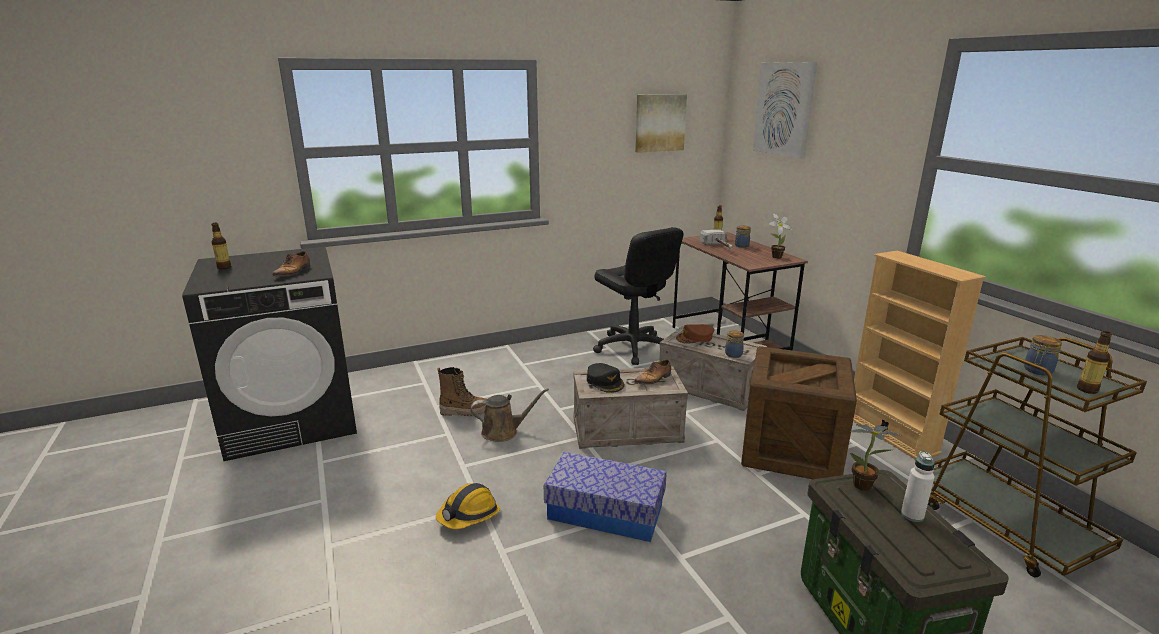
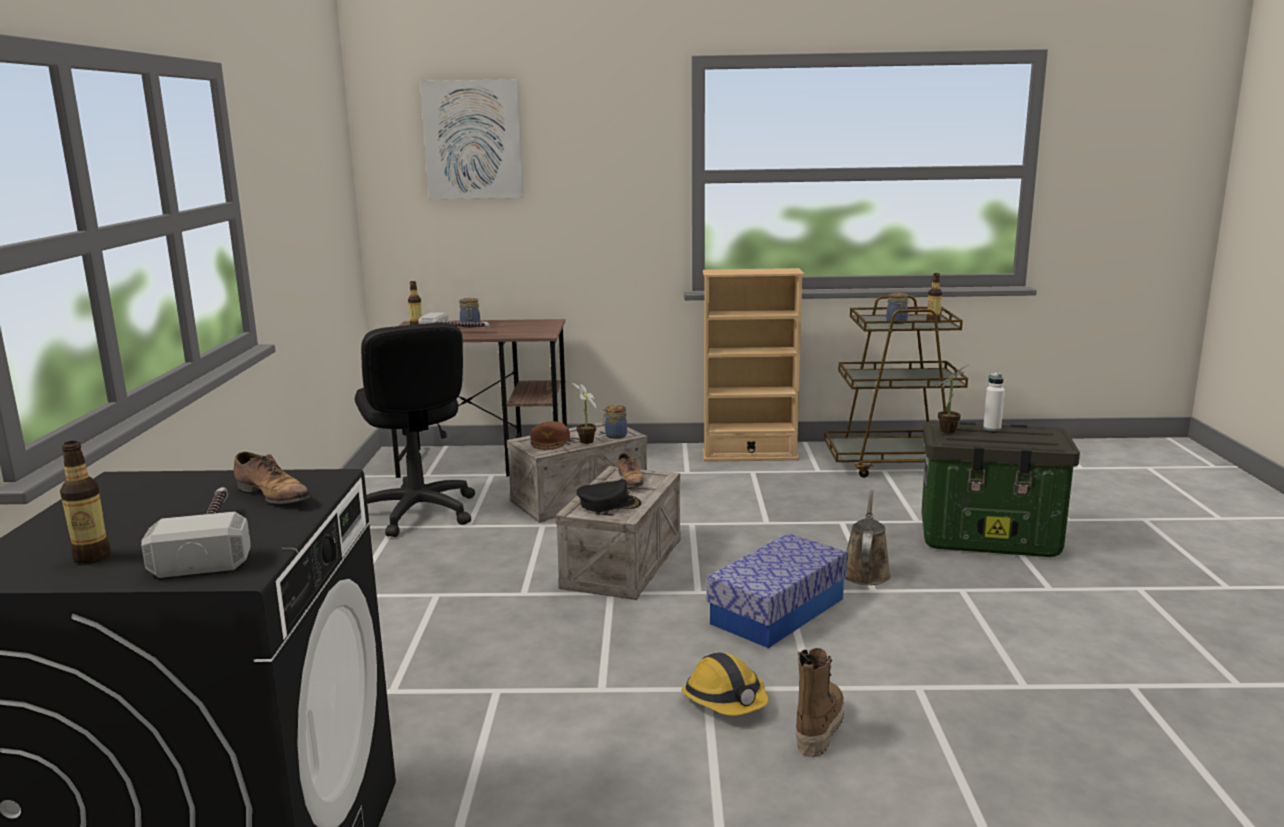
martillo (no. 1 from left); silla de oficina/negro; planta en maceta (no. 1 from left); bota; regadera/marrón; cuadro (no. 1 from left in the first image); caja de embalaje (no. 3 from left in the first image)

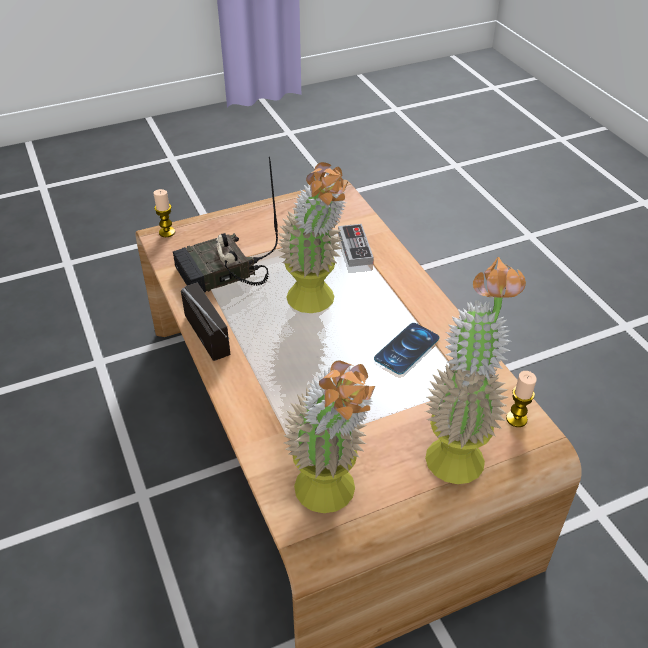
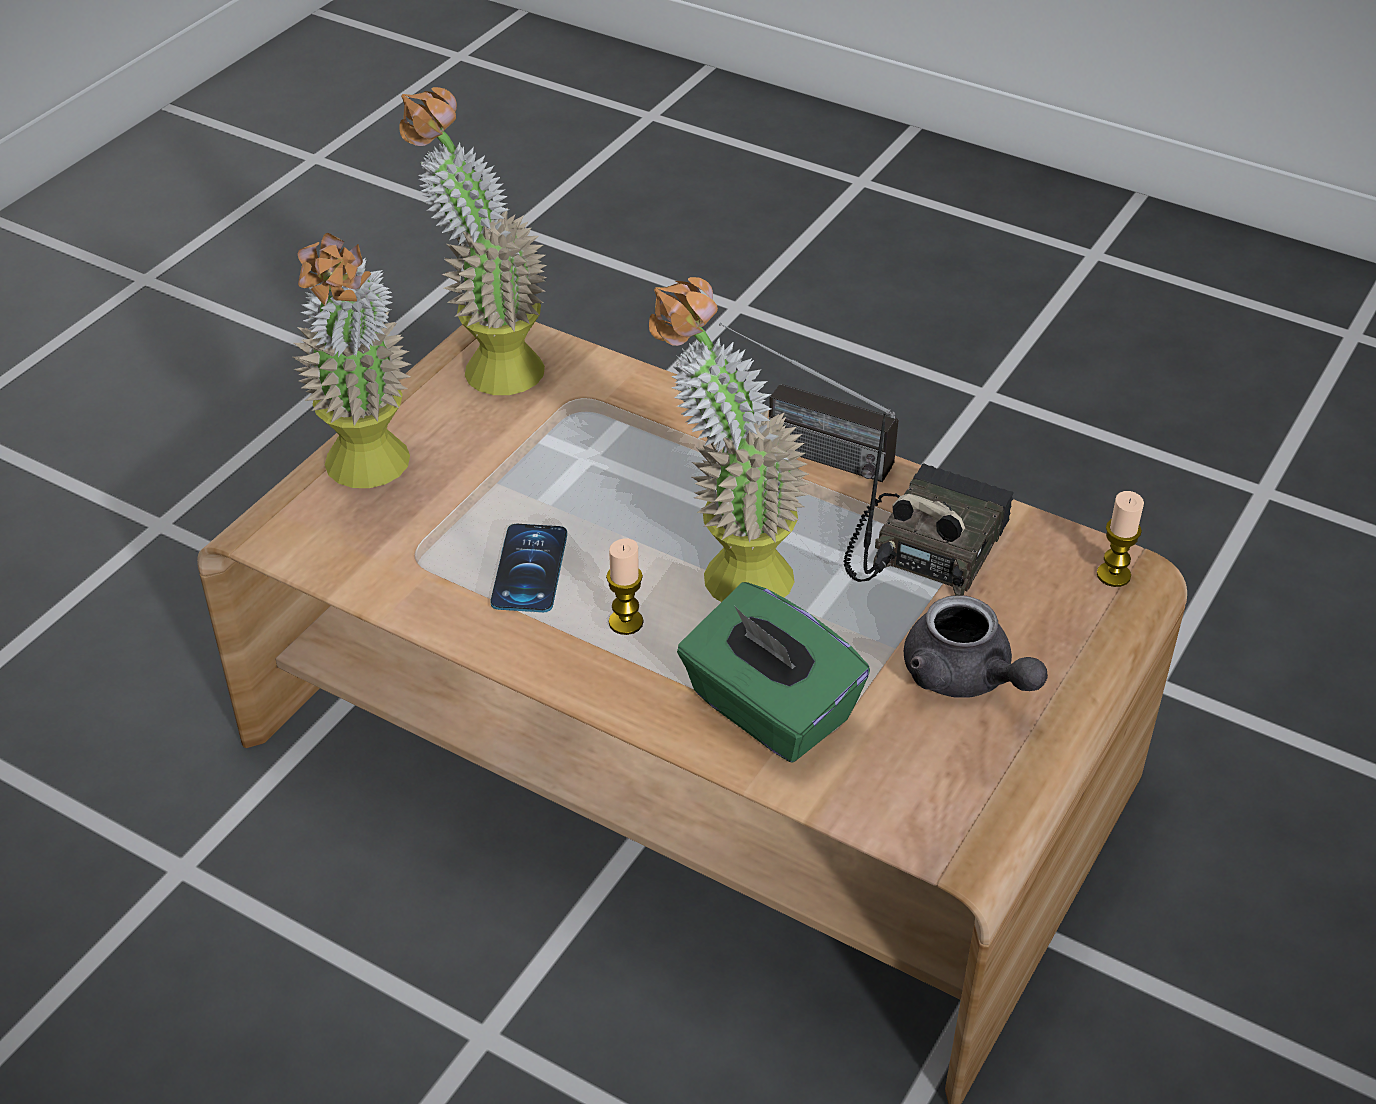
vela (no. 1 from left); caja de pañuelos/verde; tetera/gris

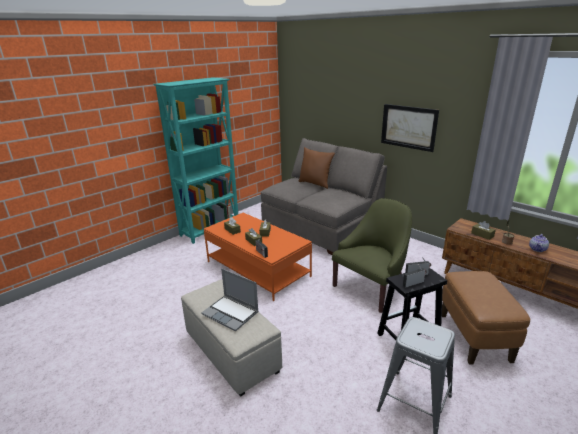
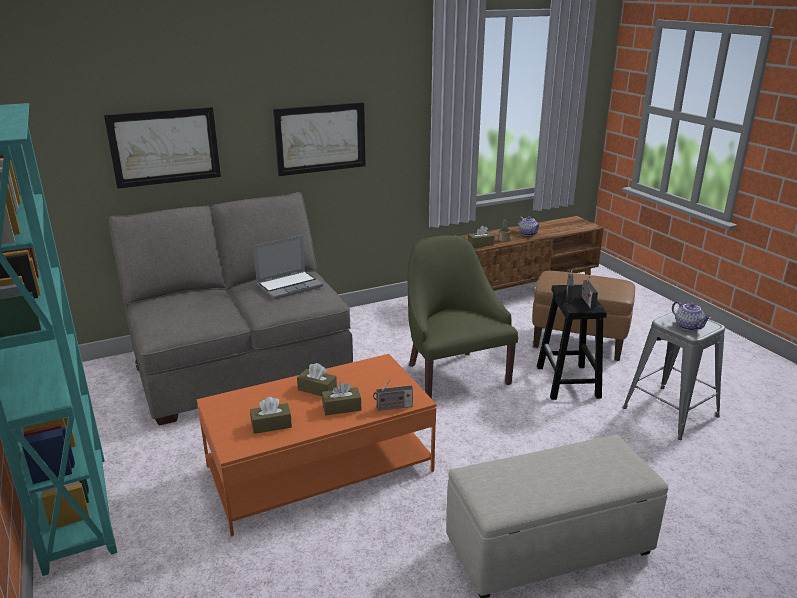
cuadro (no. 1 from left); portátil; tetera (no. 2 from left); cojín/marrón

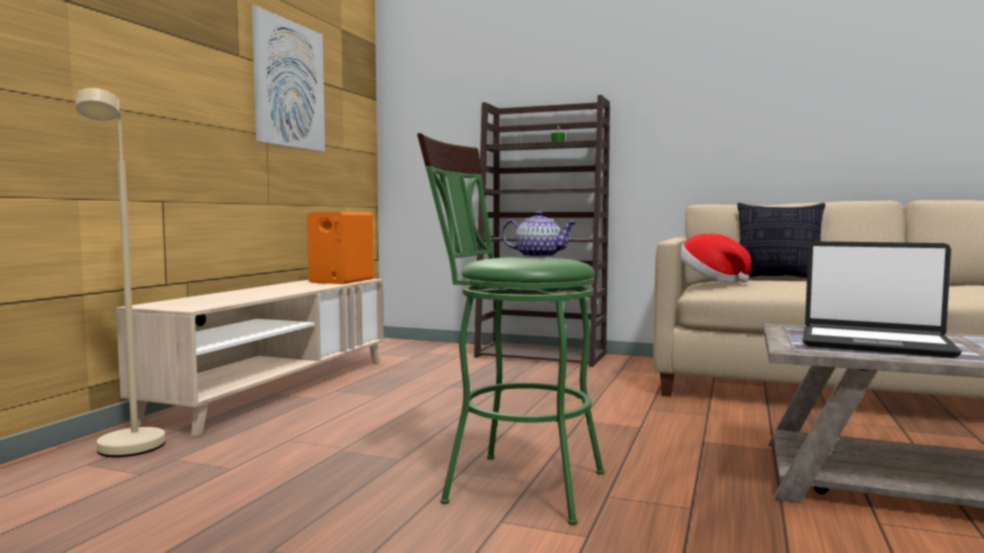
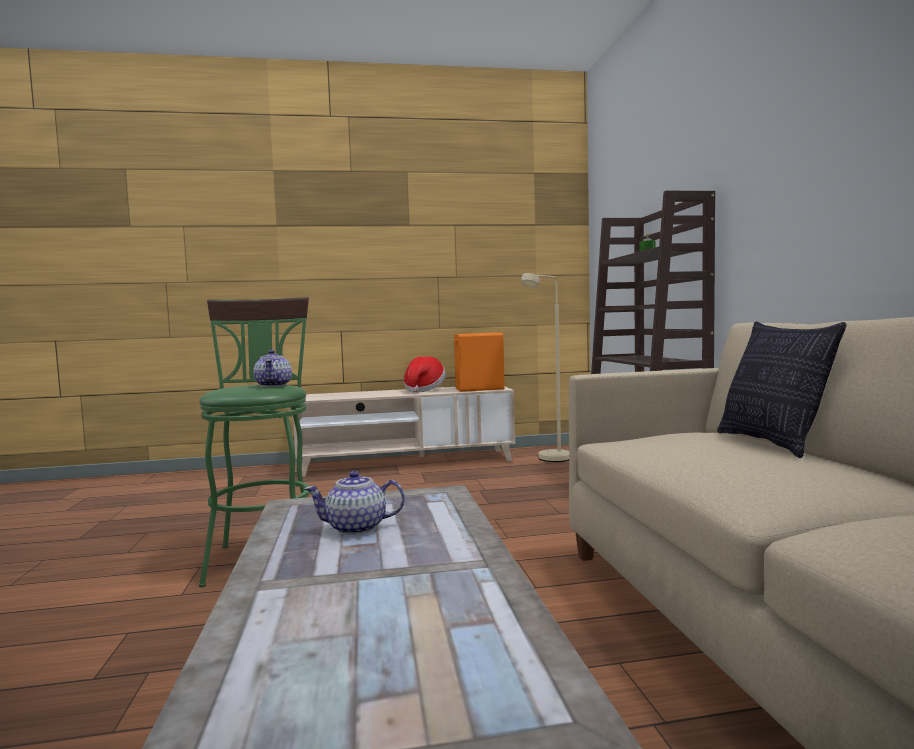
tetera (no. 2 from left); sombrero; lámpara de pie/beis; cuadro

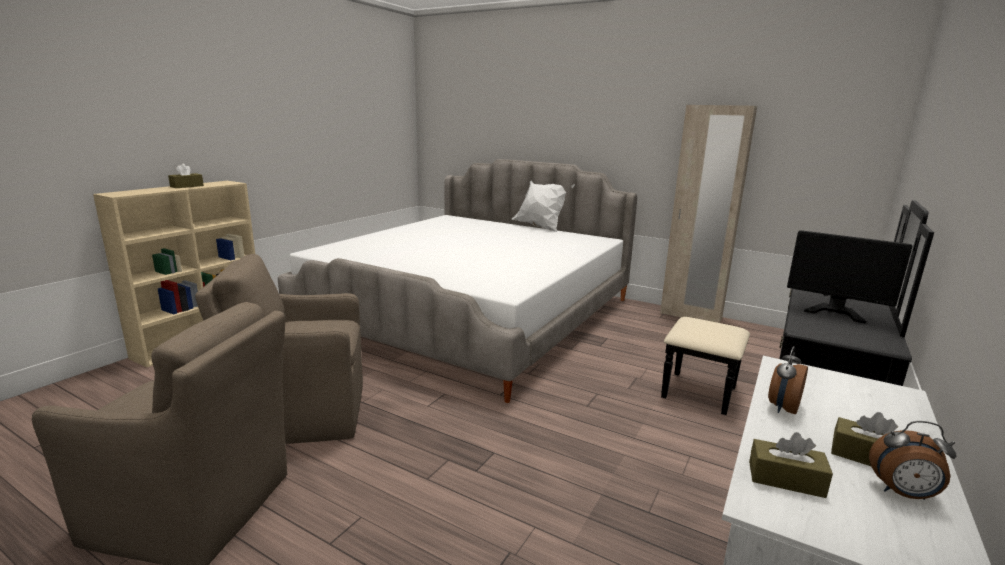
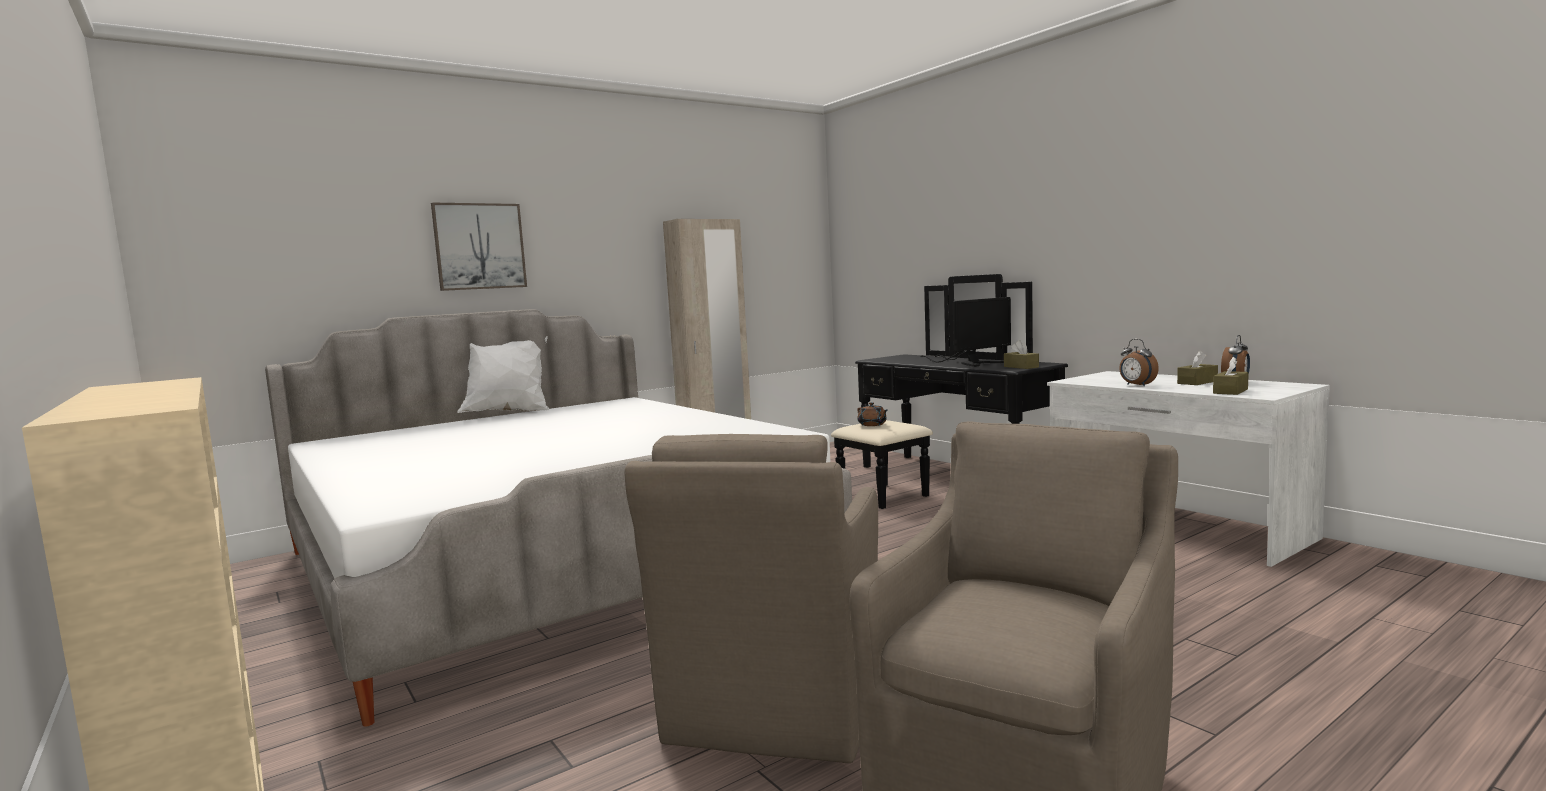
cuadro; tetera/marrón; caja de pañuelos/marrón (no. 1 from left)

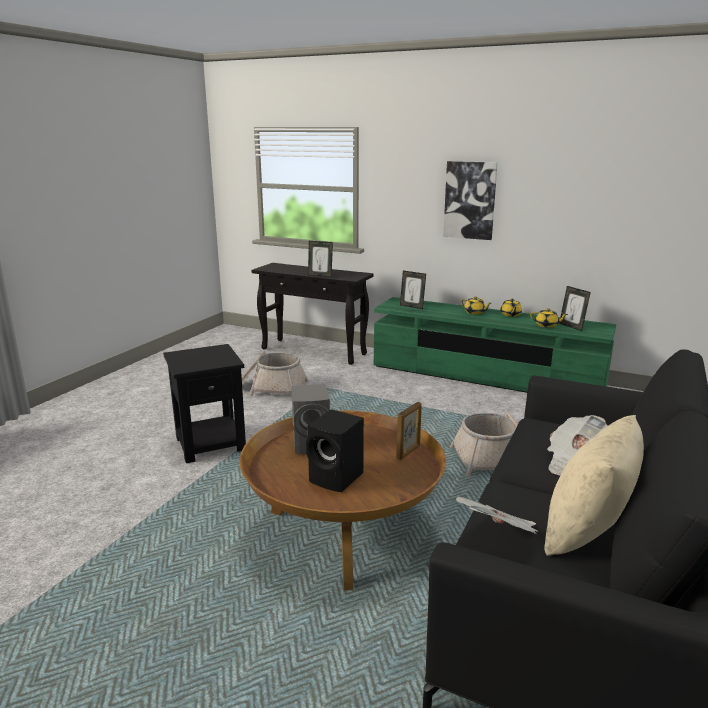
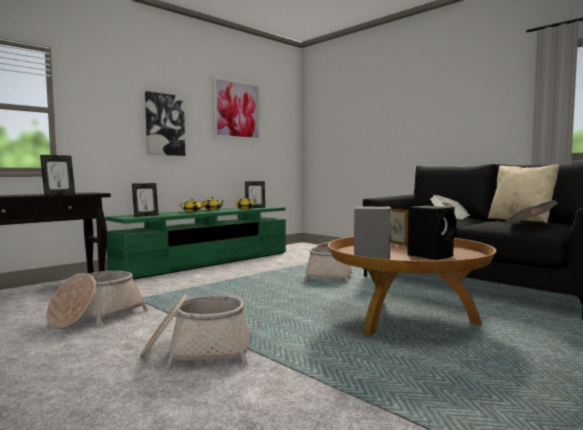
cesta (no. 2 from left); cuadro (no. 2 from left)

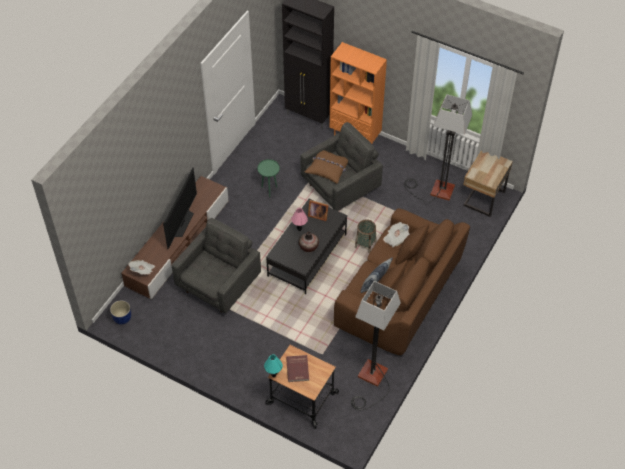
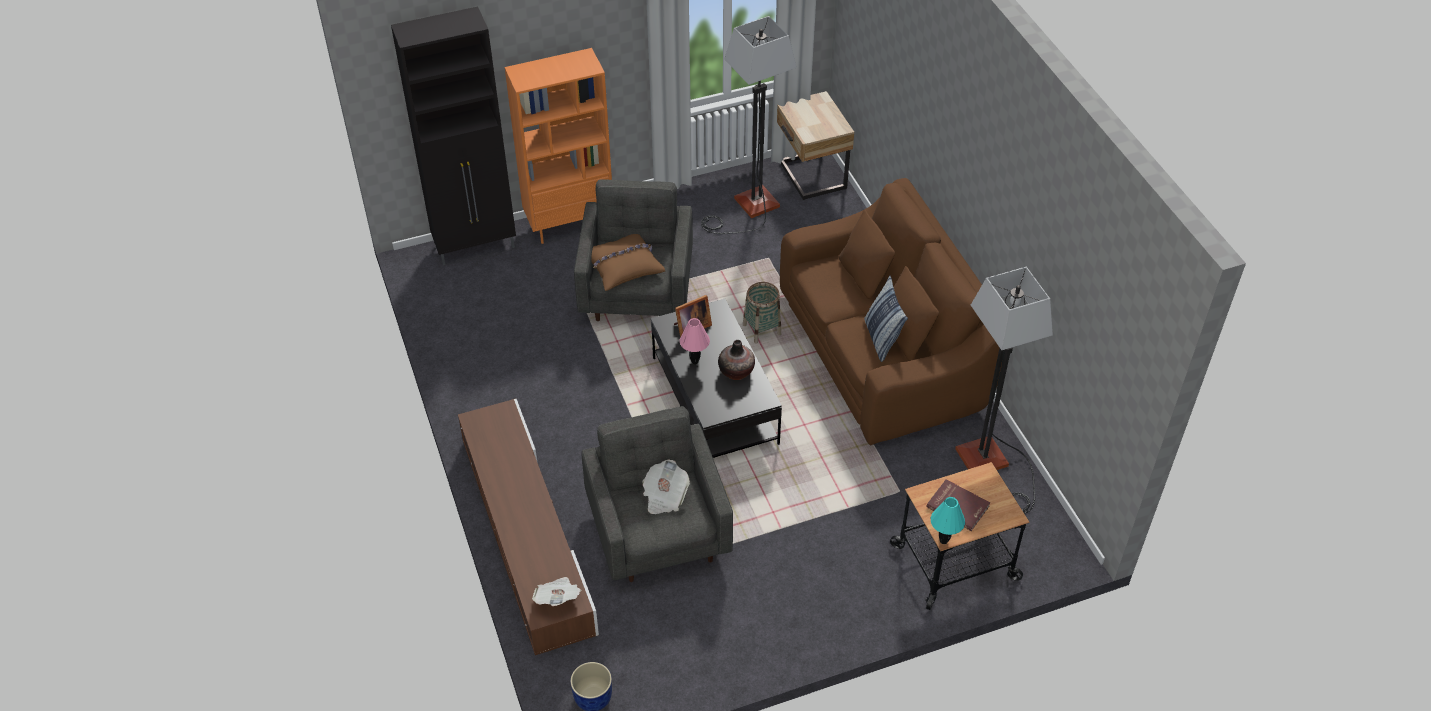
periódico (no. 2 from left); televisor; mesa auxiliar/verde

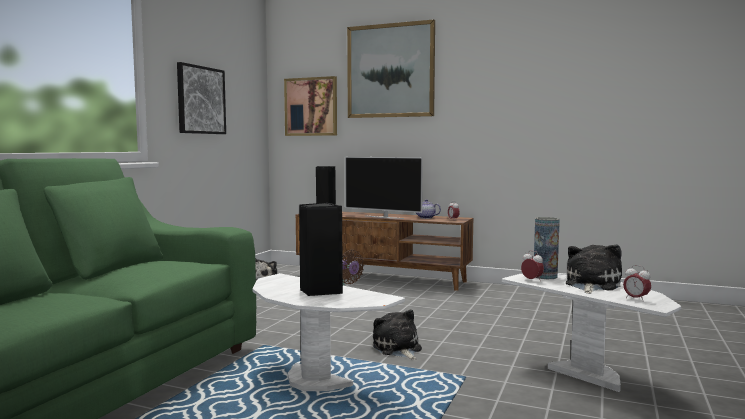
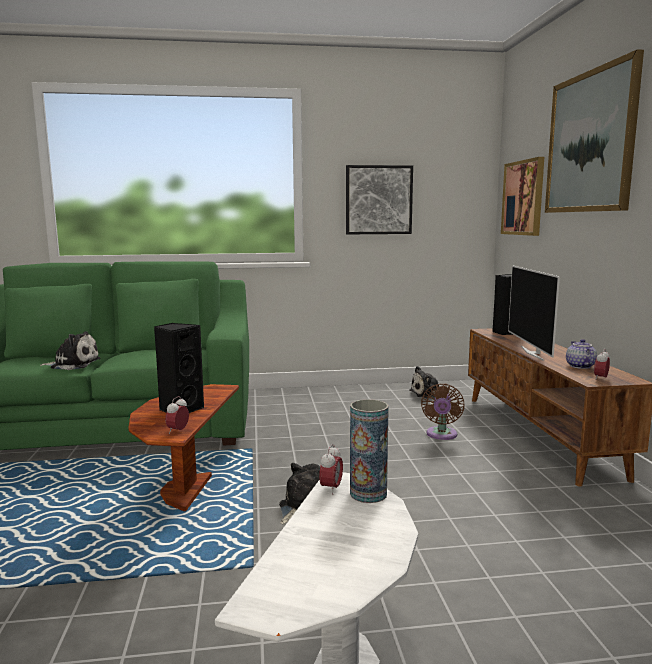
peluche (no. 1 from left); mesa auxiliar/marrón; despertador (no. 1 from left)

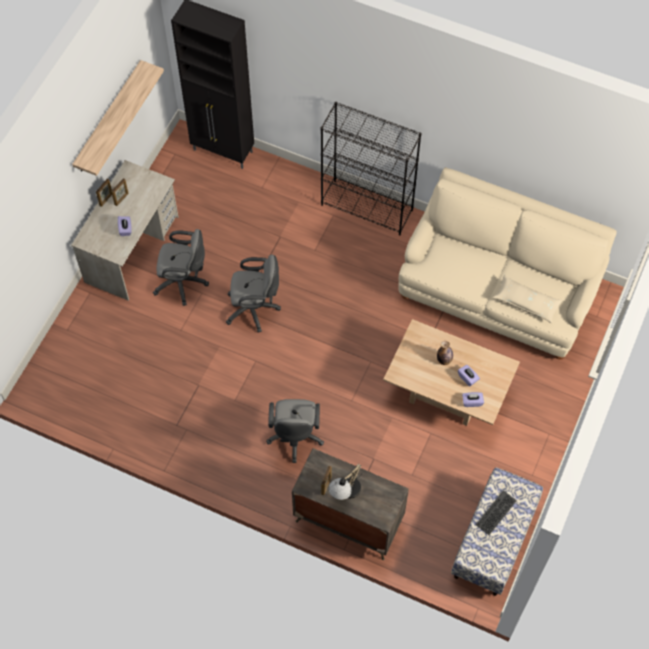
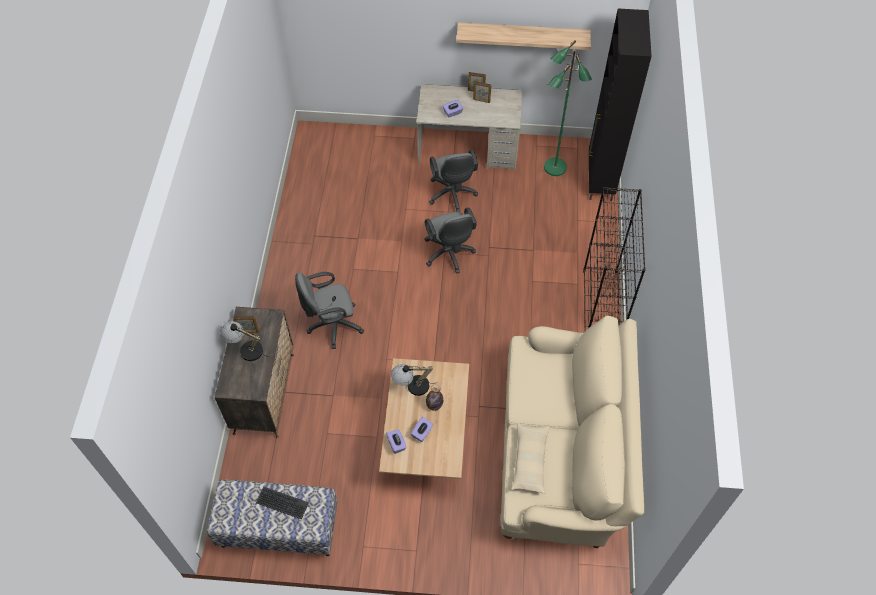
lámpara de mesa (no. 2 from left); lámpara de pie/verde

